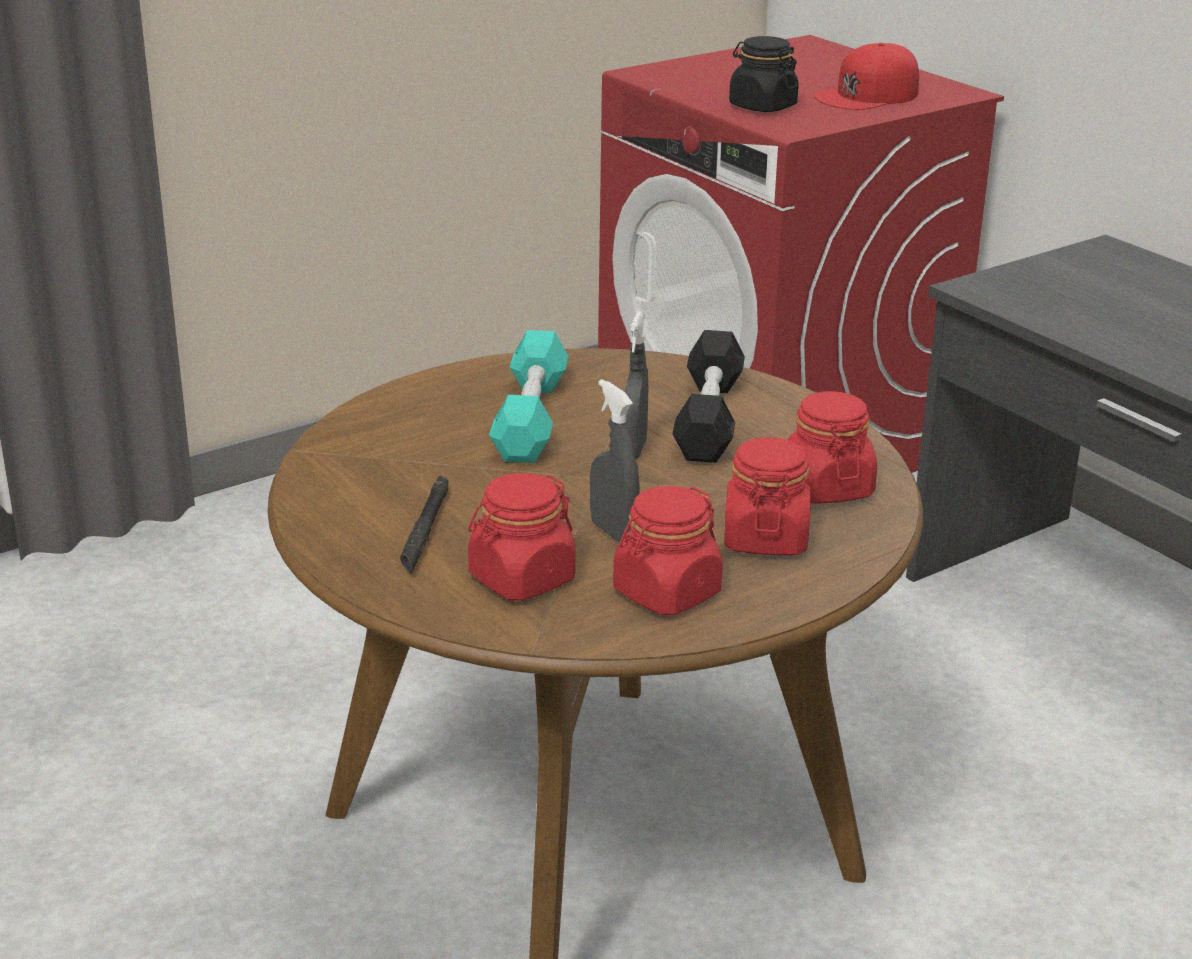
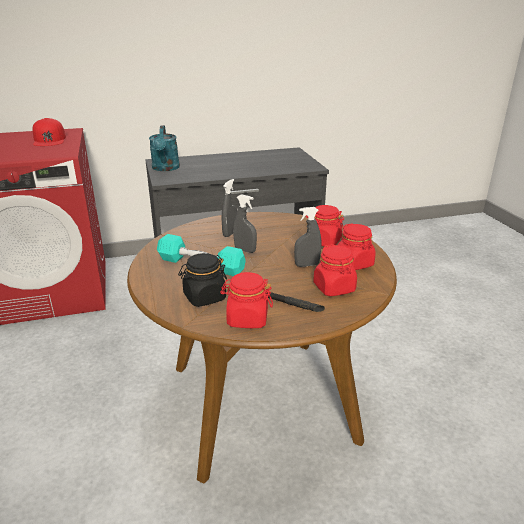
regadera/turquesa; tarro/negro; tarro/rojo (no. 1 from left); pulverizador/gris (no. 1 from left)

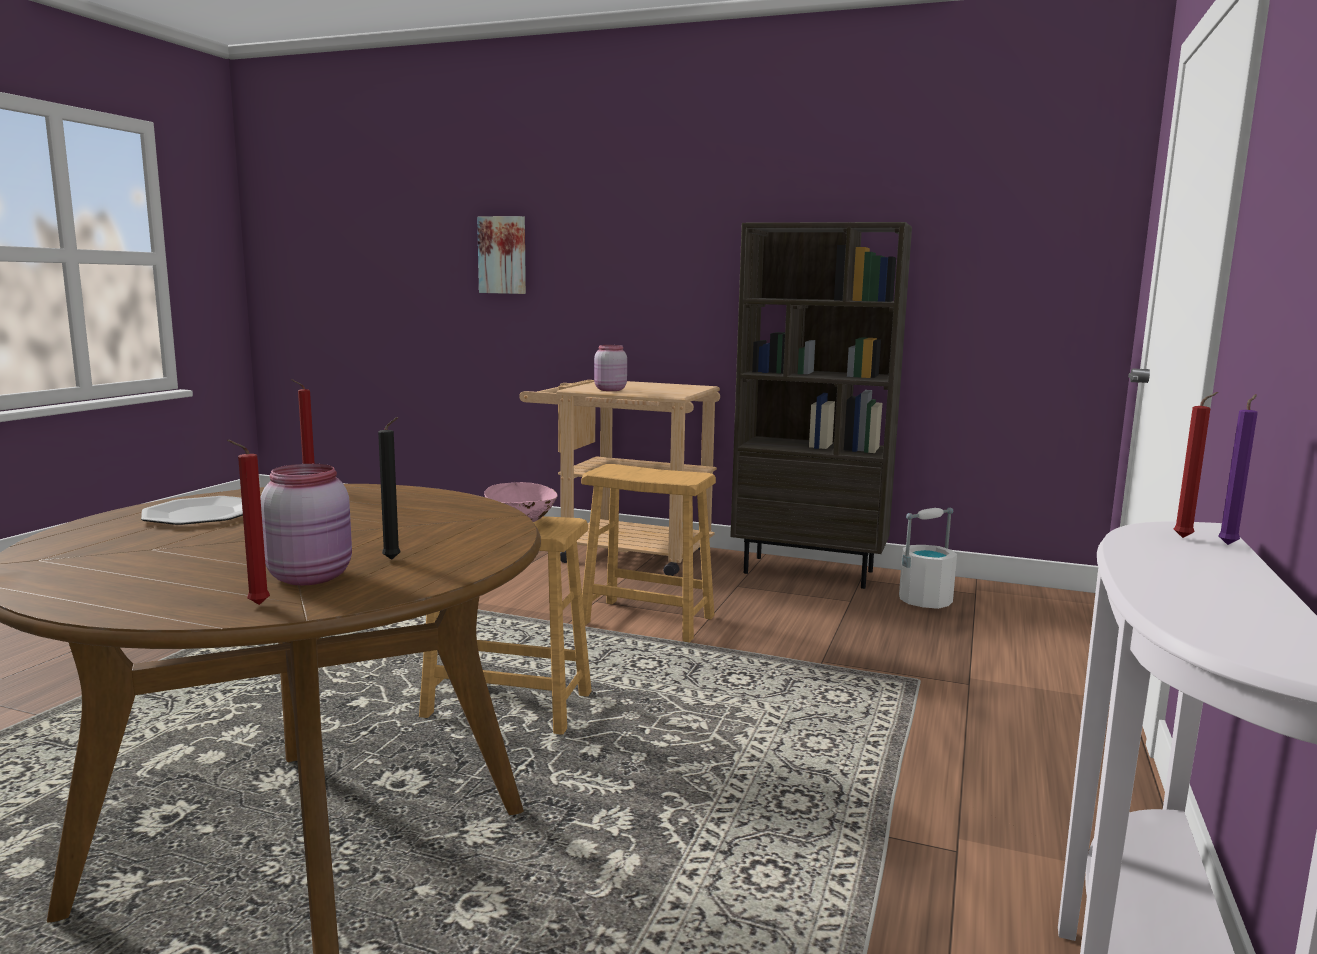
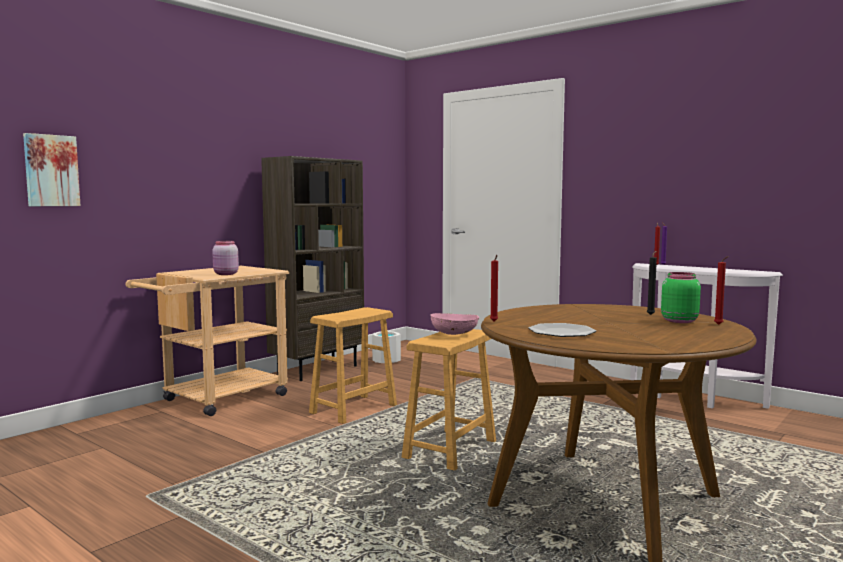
tarro/verde

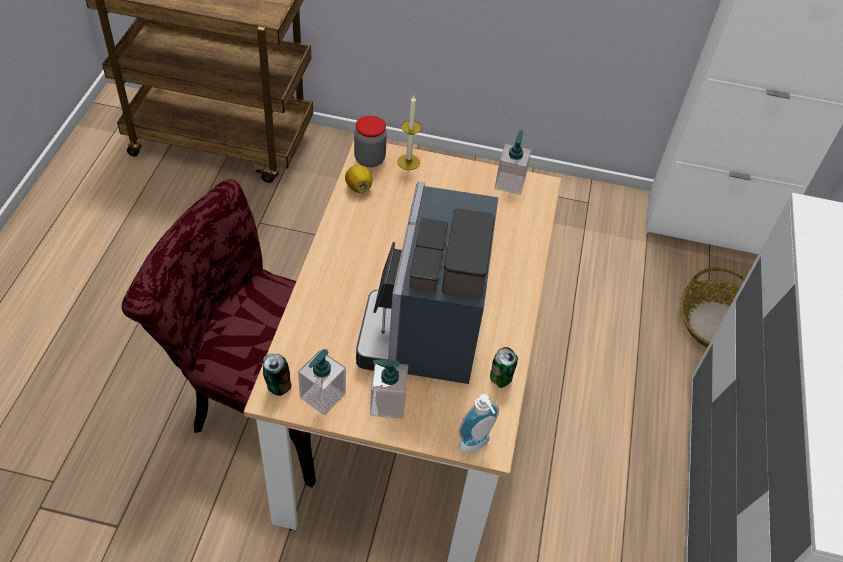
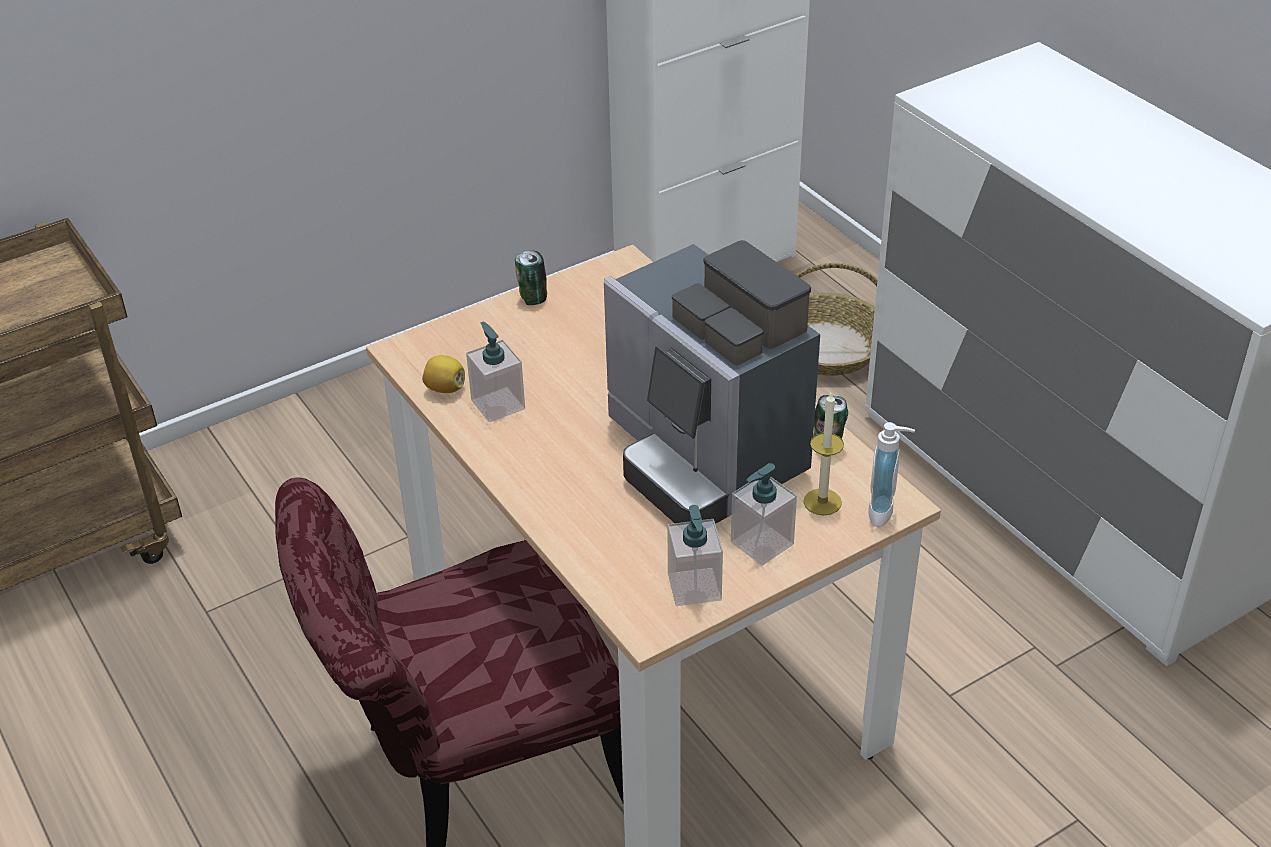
dispensador de jabón (no. 1 from left); lata (no. 1 from left); vela; tarro

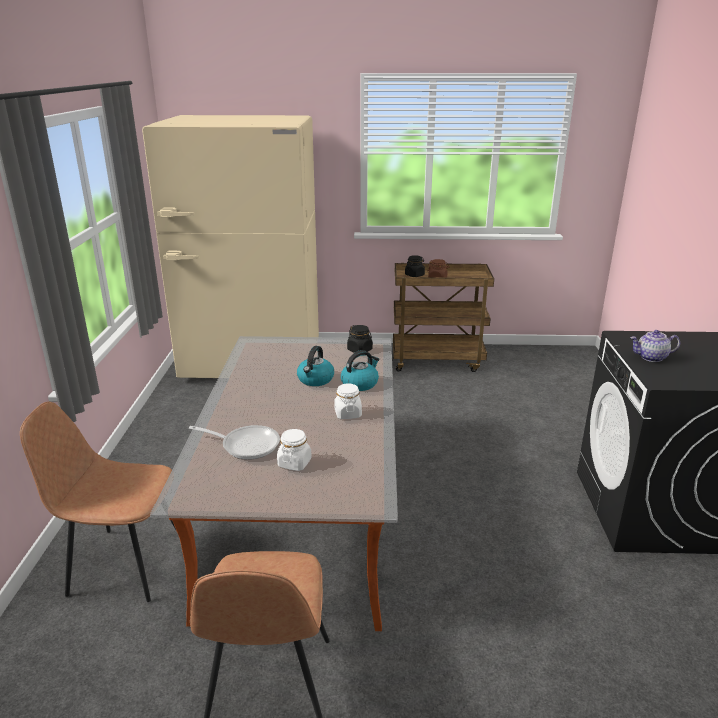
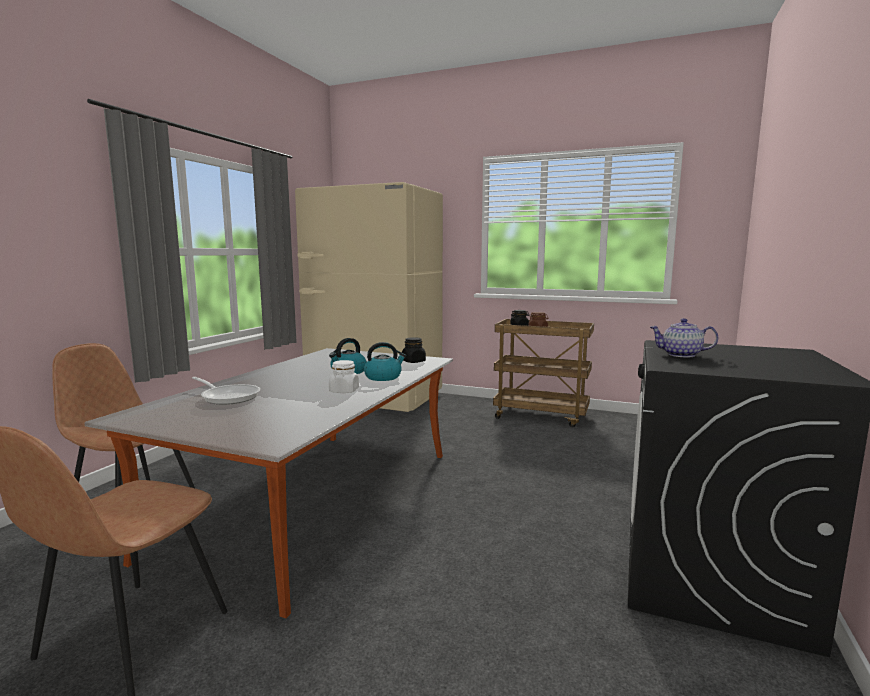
tarro/blanco (no. 1 from left in the first image)

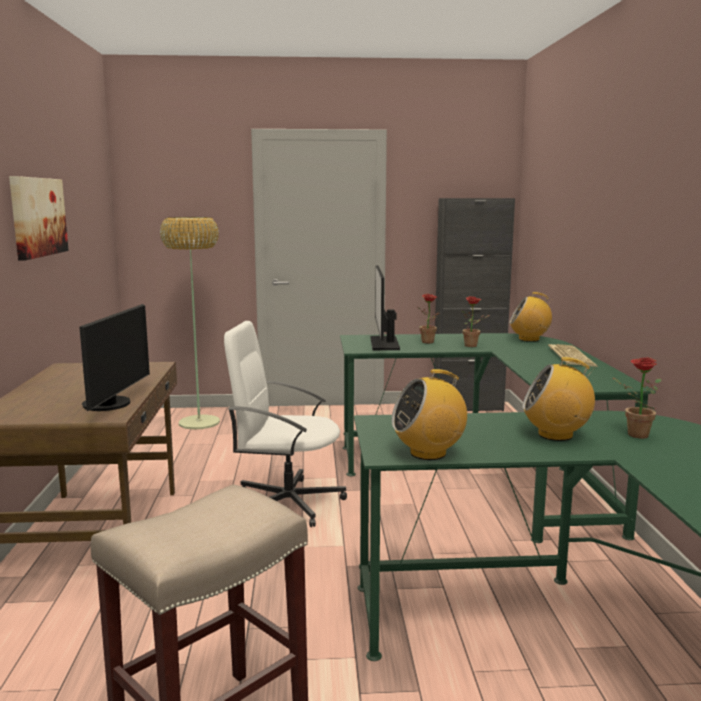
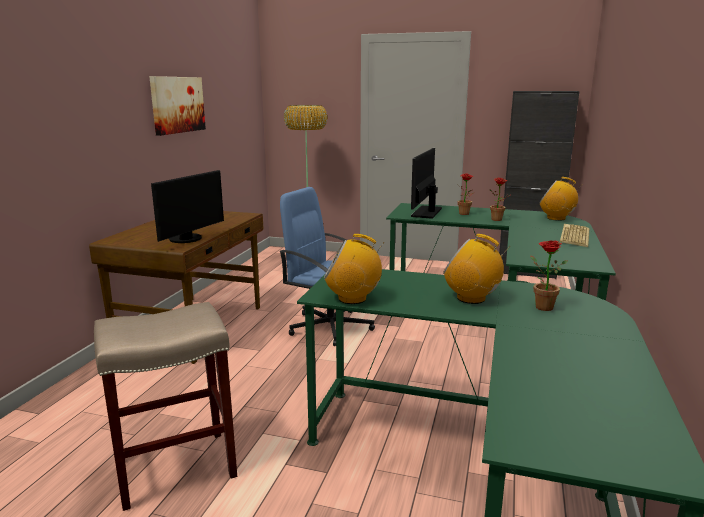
silla de oficina/azul

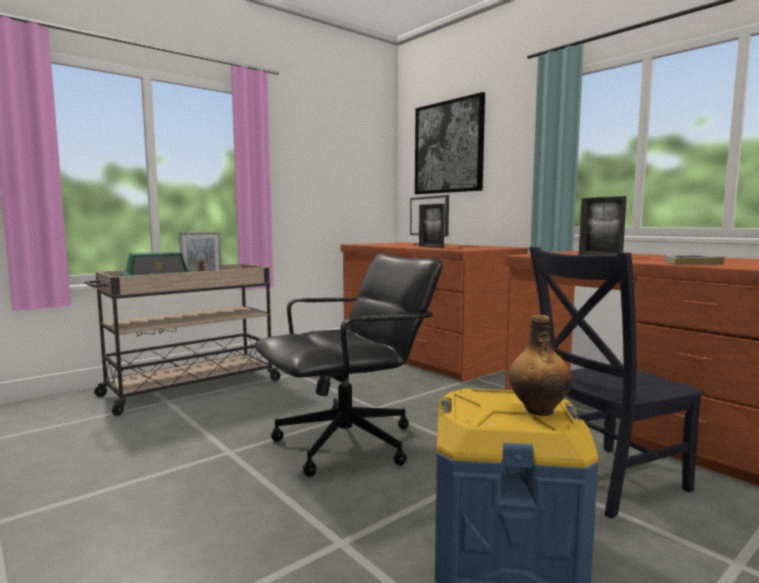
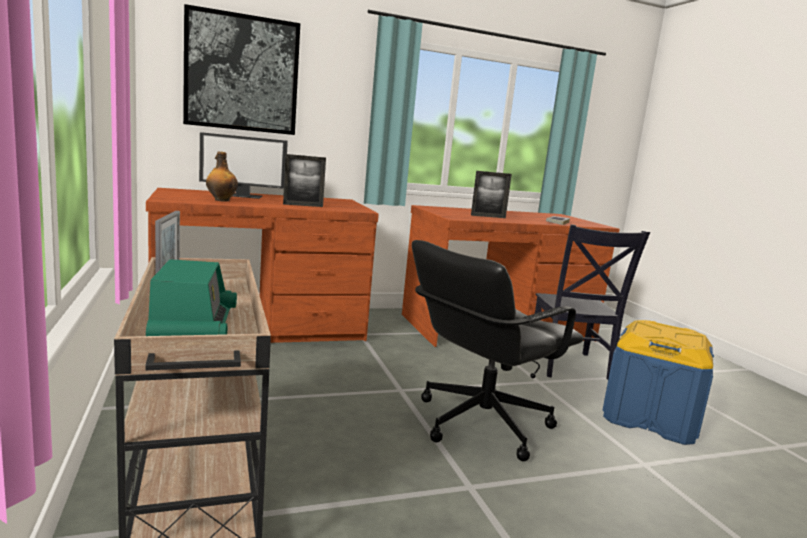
botella; silla de oficina/negro

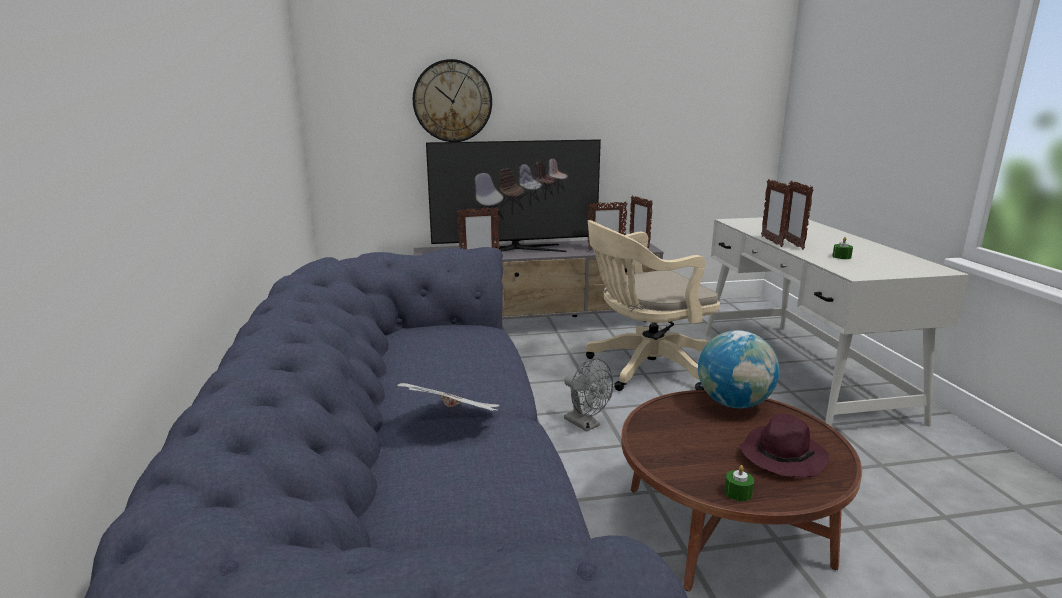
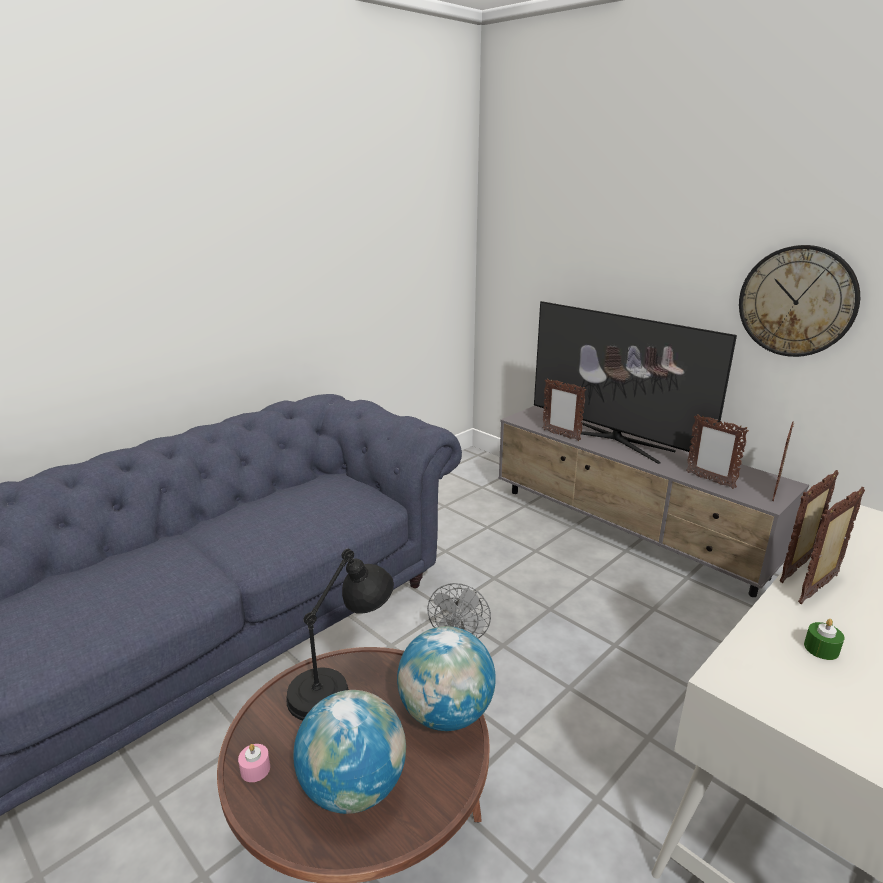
vela/rosa; lámpara de mesa/negro; globo terráqueo (no. 1 from left); reloj de pared; periódico; silla de oficina/beis

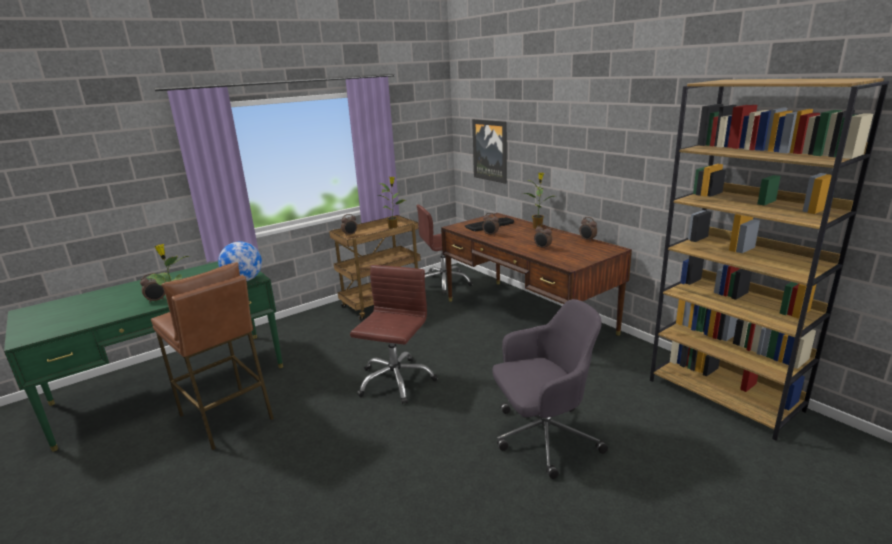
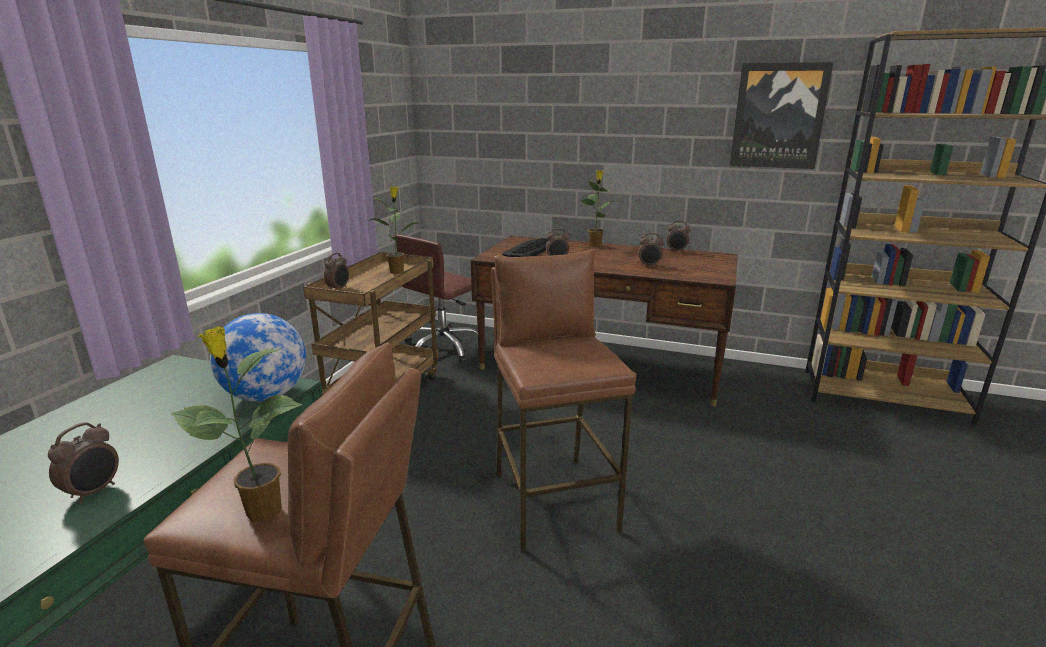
taburete/marrón (no. 2 from left); cuadro; silla de oficina/gris

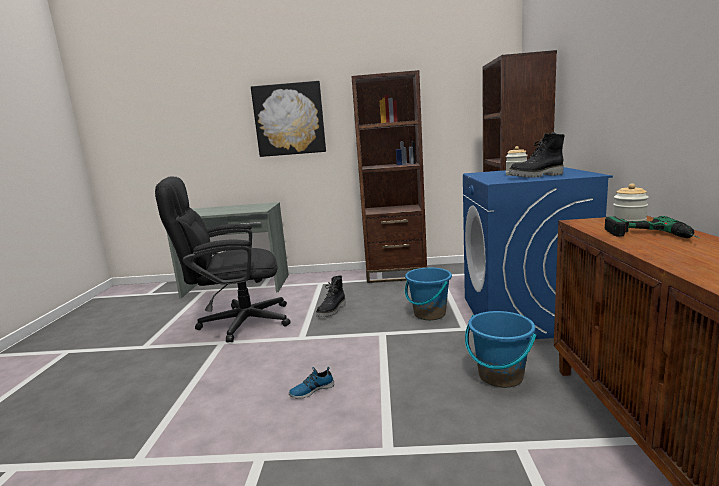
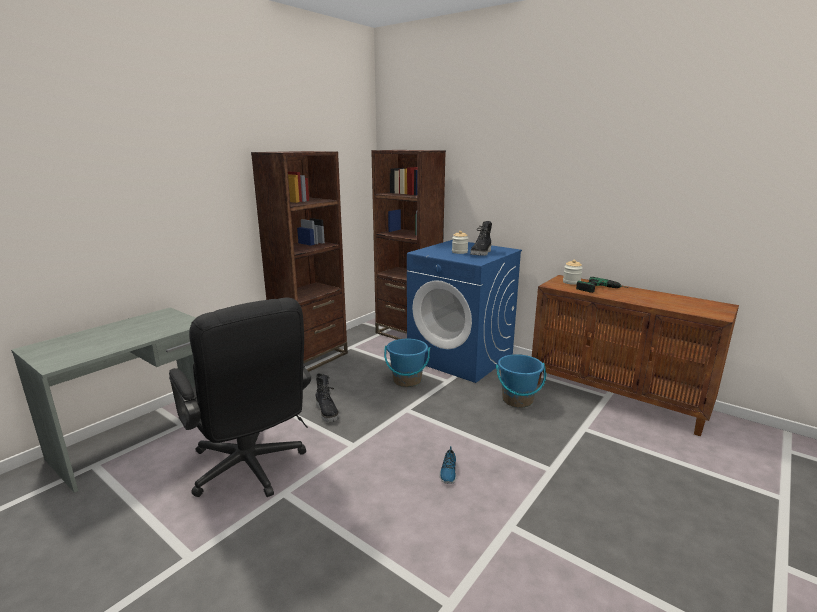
silla de oficina/negro; cuadro

